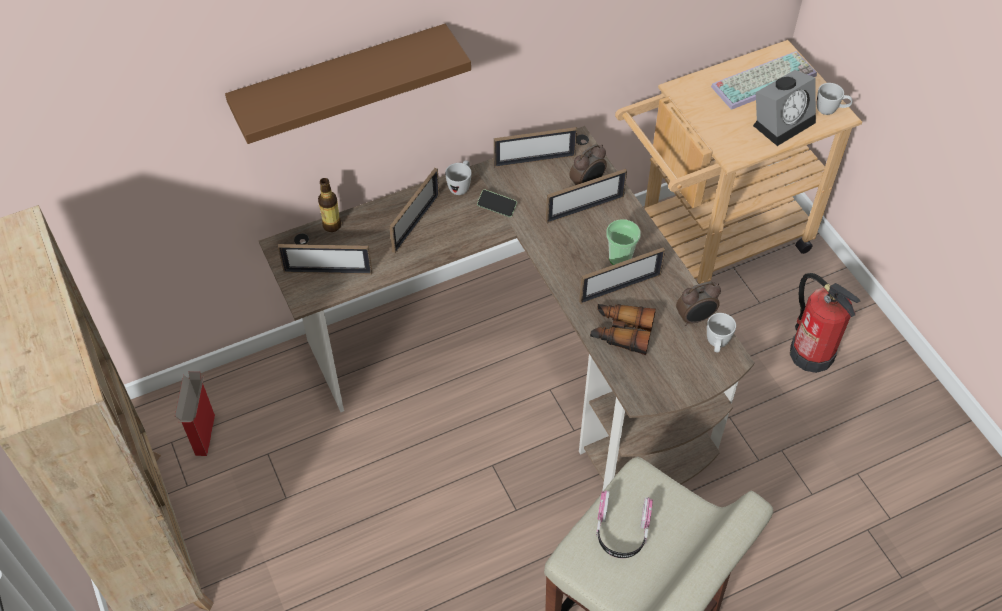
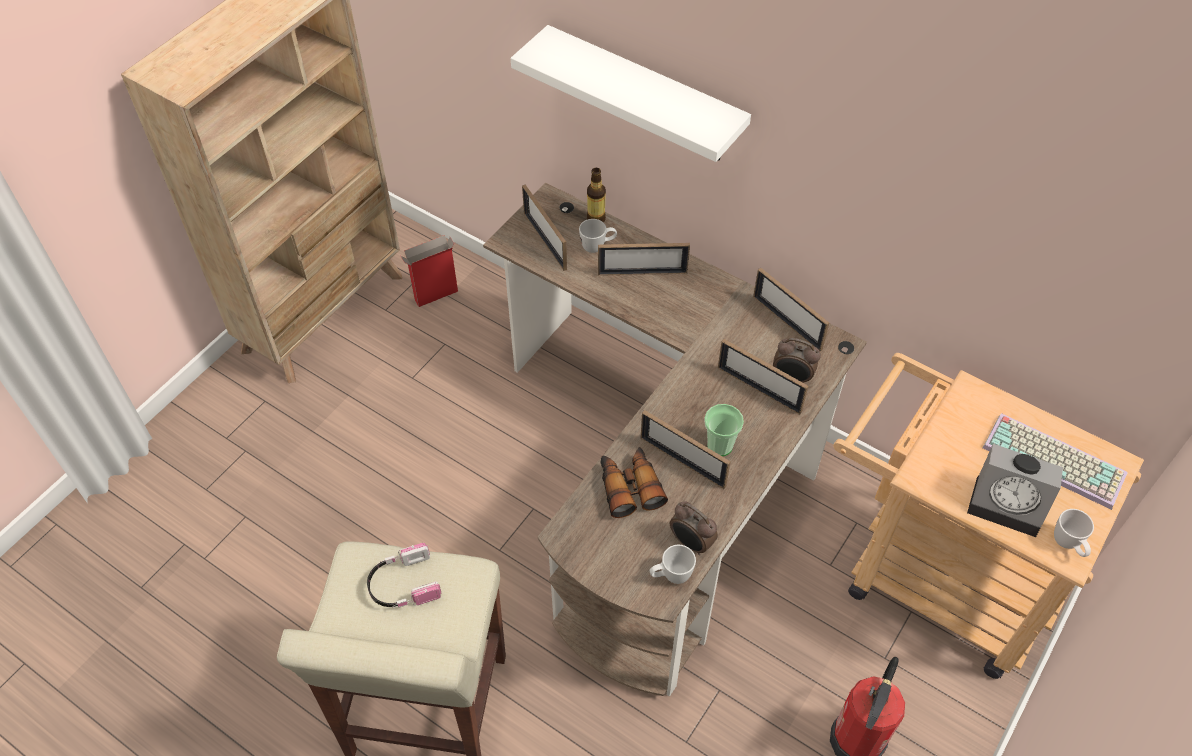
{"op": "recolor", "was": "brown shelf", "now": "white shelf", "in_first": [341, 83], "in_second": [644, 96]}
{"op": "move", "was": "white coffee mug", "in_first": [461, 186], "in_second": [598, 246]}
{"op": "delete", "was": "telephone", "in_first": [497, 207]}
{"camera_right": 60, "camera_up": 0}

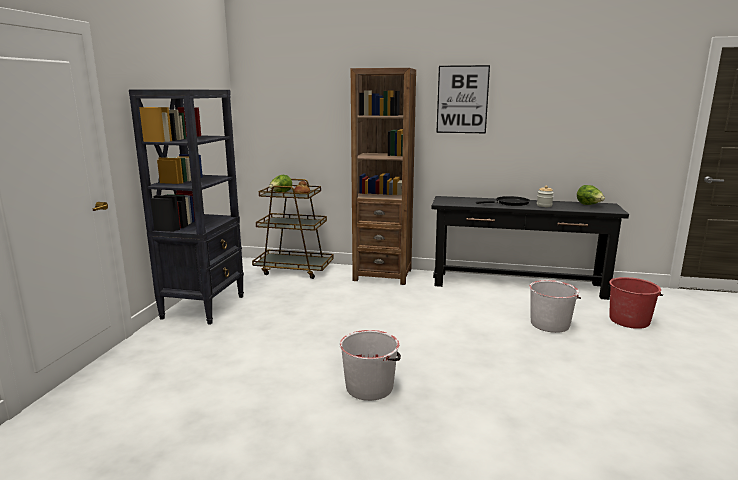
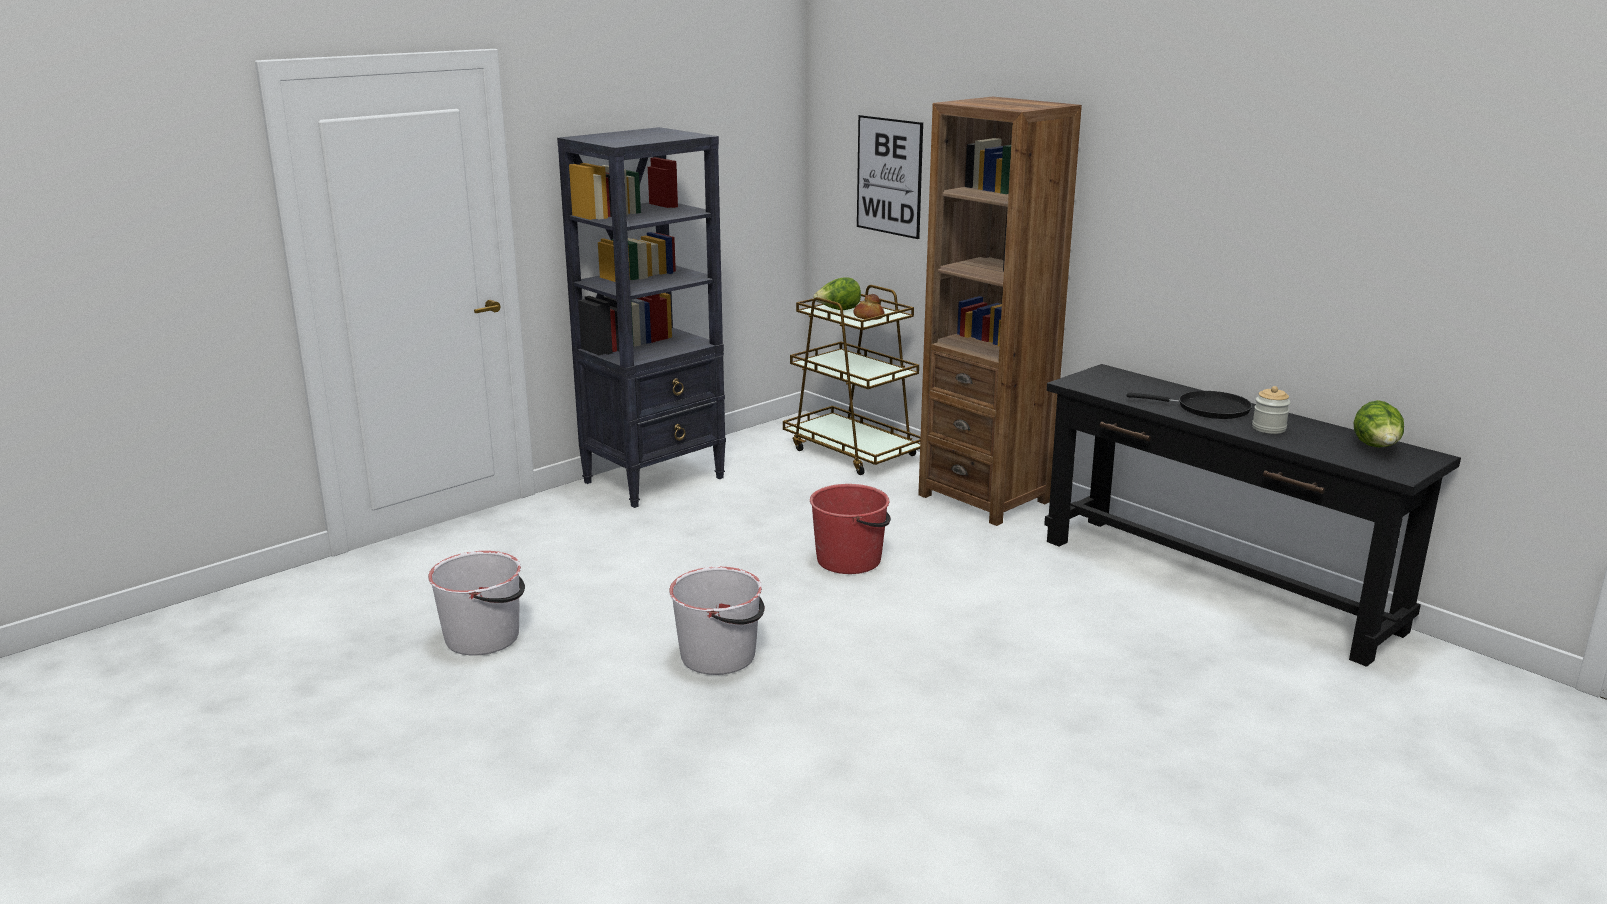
{"op": "move", "was": "white water bucket", "in_first": [550, 324], "in_second": [483, 637]}
{"op": "move", "was": "reddish water bucket", "in_first": [629, 320], "in_second": [850, 560]}
{"op": "move", "was": "wall art", "in_first": [462, 99], "in_second": [889, 176]}
{"camera_right": 35, "camera_up": 5}

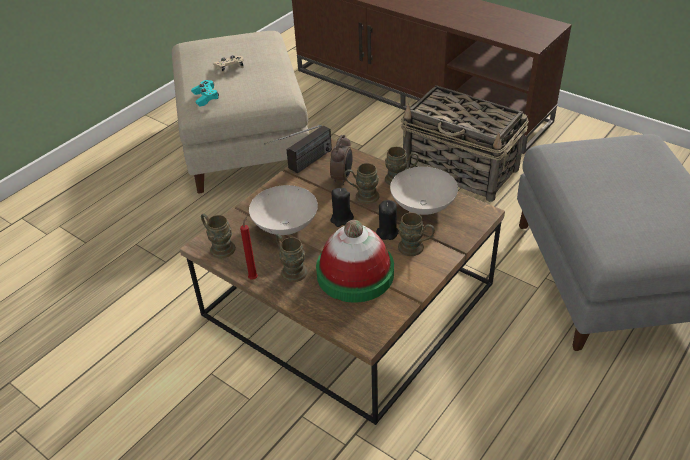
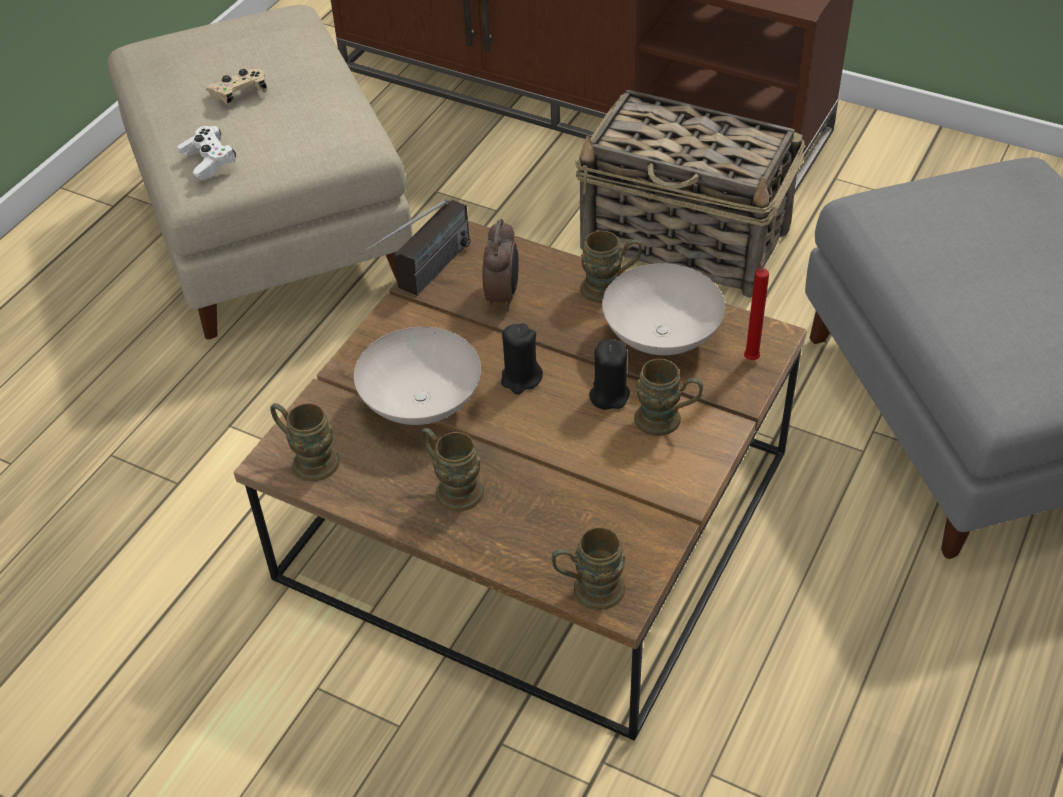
{"op": "recolor", "was": "blue-green joypad", "now": "white joypad", "in_first": [206, 98], "in_second": [209, 161]}
{"op": "move", "was": "brown coffee mug", "in_first": [362, 196], "in_second": [588, 590]}
{"op": "move", "was": "reddish wax light", "in_first": [254, 277], "in_second": [751, 357]}
{"op": "delete", "was": "clothing hat", "in_first": [355, 273]}
{"camera_right": -10, "camera_up": 5}

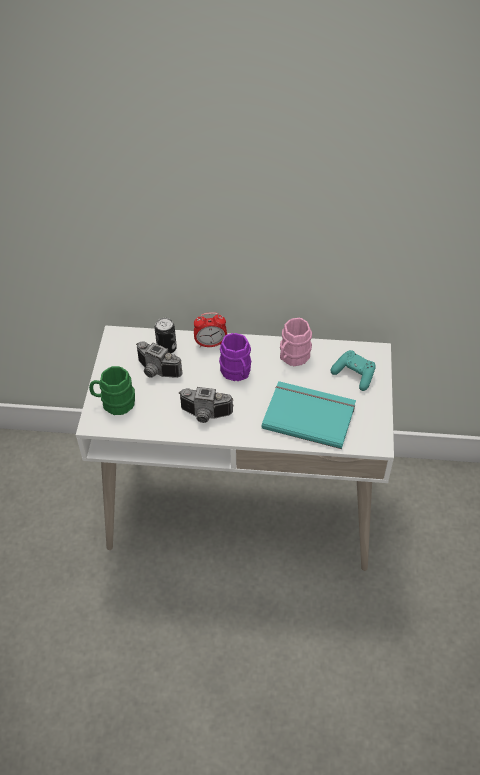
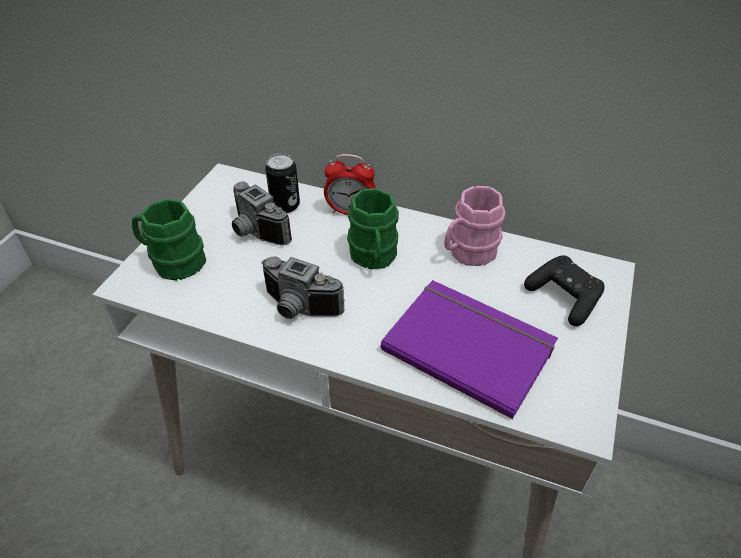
{"op": "recolor", "was": "purple coffee mug", "now": "greenish coffee mug", "in_first": [237, 373], "in_second": [373, 257]}
{"op": "recolor", "was": "blue-green bound book", "now": "purple bound book", "in_first": [309, 415], "in_second": [469, 345]}
{"op": "recolor", "was": "blue-green joypad", "now": "black-coloured joypad", "in_first": [354, 375], "in_second": [563, 298]}
{"camera_right": 15, "camera_up": -5}

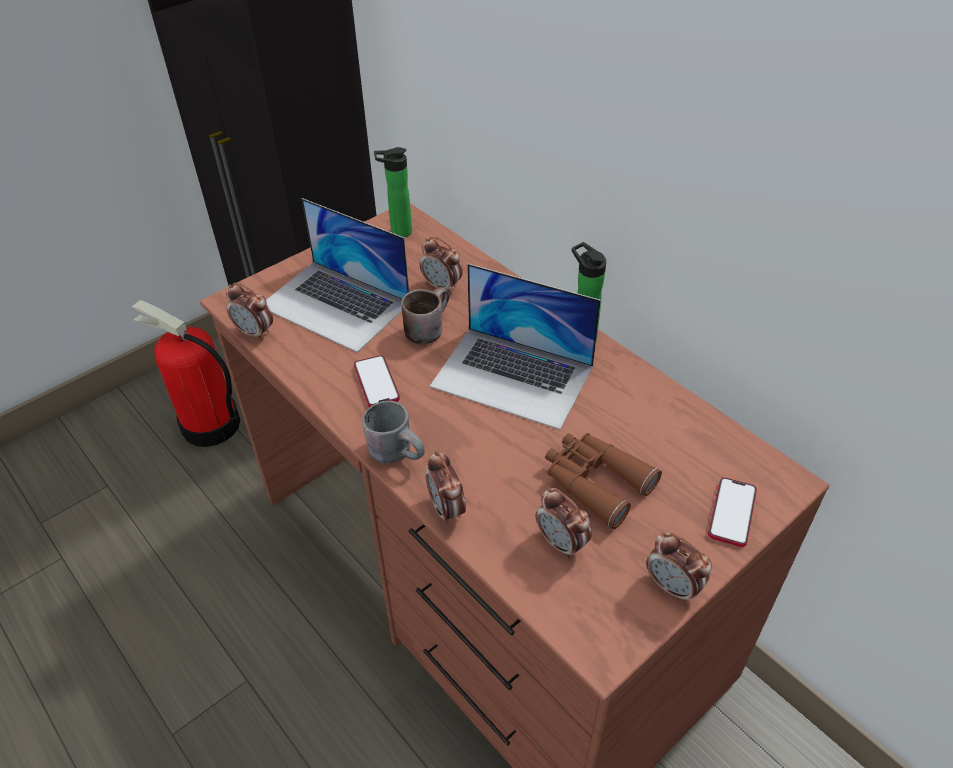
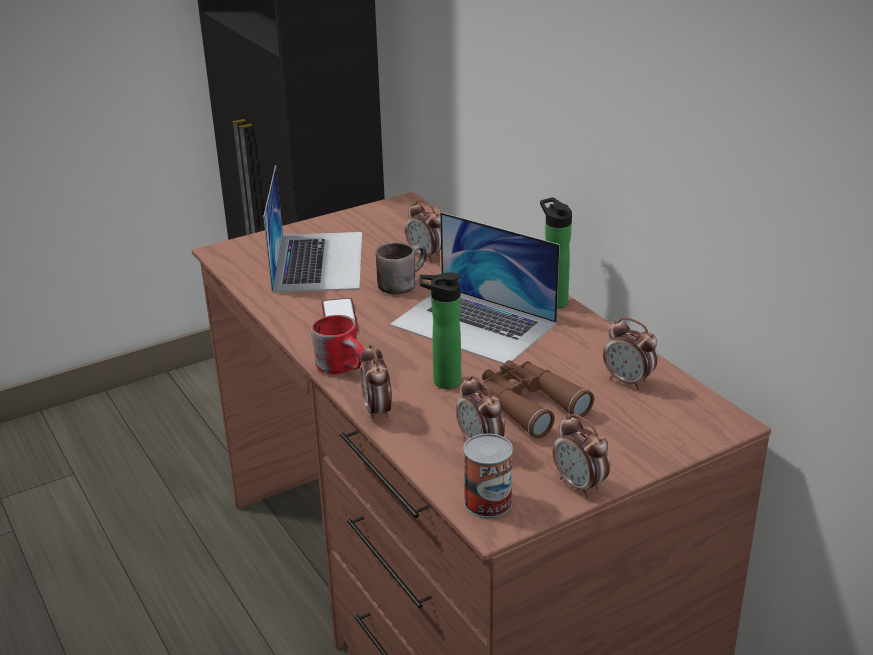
{"op": "rotate", "was": "laptop", "in_first": [335, 305], "in_second": [318, 261], "clockwise": -135}
{"op": "recolor", "was": "gray coffee mug", "now": "reddish coffee mug", "in_first": [399, 450], "in_second": [345, 367]}
{"op": "move", "was": "drink bottle", "in_first": [398, 232], "in_second": [442, 382]}
{"op": "insert", "now": "metal can", "in_second": [488, 502]}
{"op": "move", "was": "table clock", "in_first": [255, 333], "in_second": [628, 381]}
{"op": "delete", "was": "fire extinguisher", "in_first": [209, 425]}
{"op": "delete", "was": "telephone", "in_first": [732, 513]}
{"camera_right": 10, "camera_up": -15}

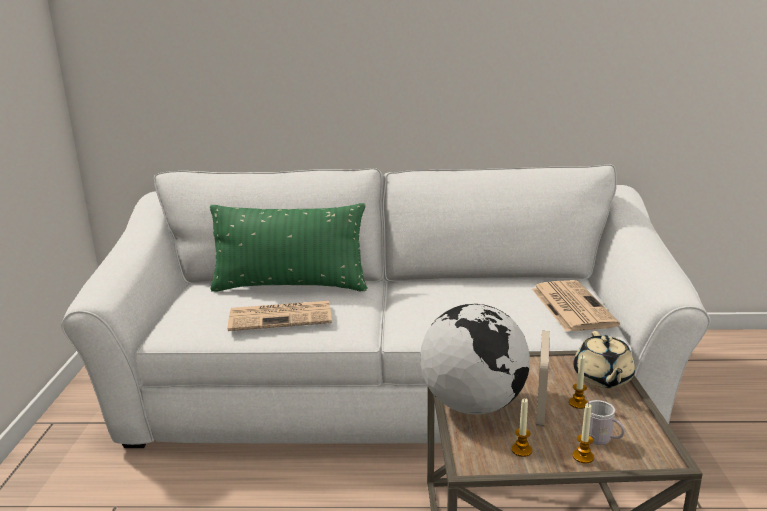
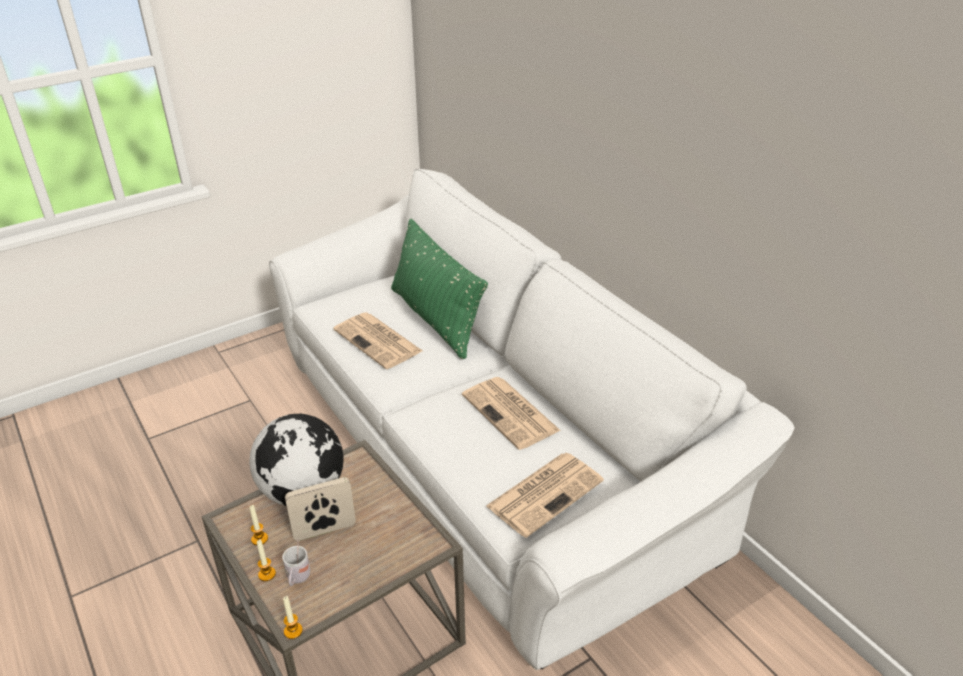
{"op": "move", "was": "wax light", "in_first": [578, 403], "in_second": [293, 631]}
{"op": "insert", "now": "printed paper", "in_second": [511, 413]}
{"op": "delete", "was": "beige-coloured tea pot", "in_first": [602, 378]}
{"camera_right": 55, "camera_up": 15}

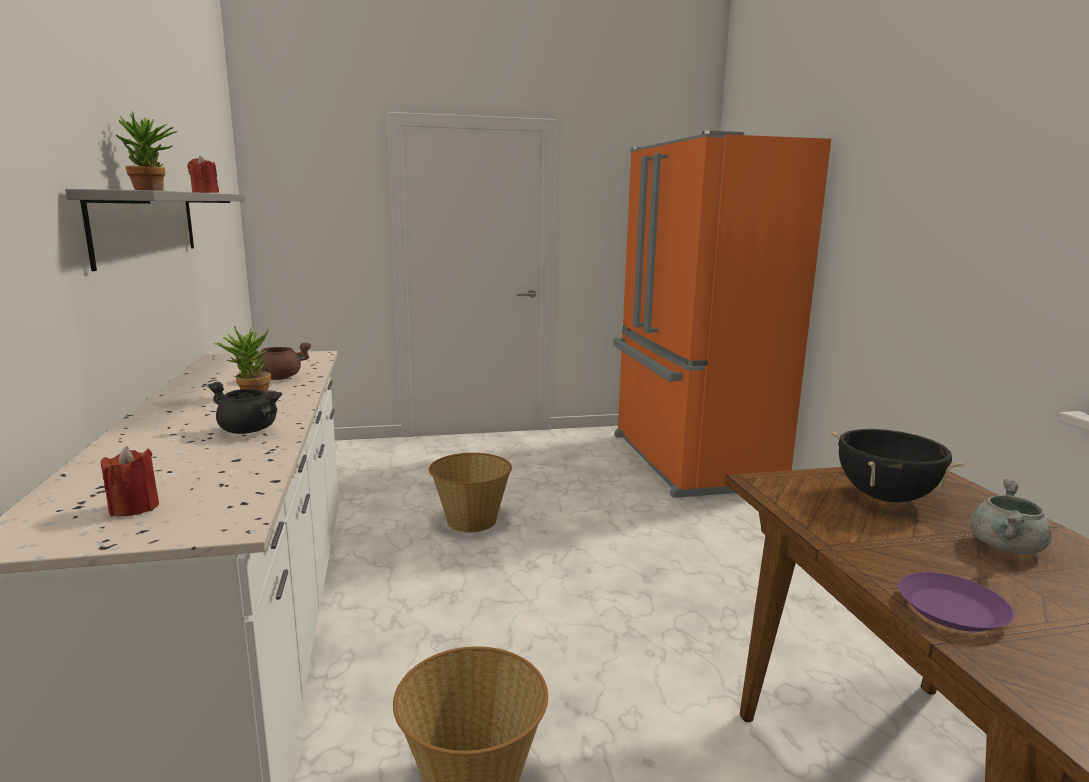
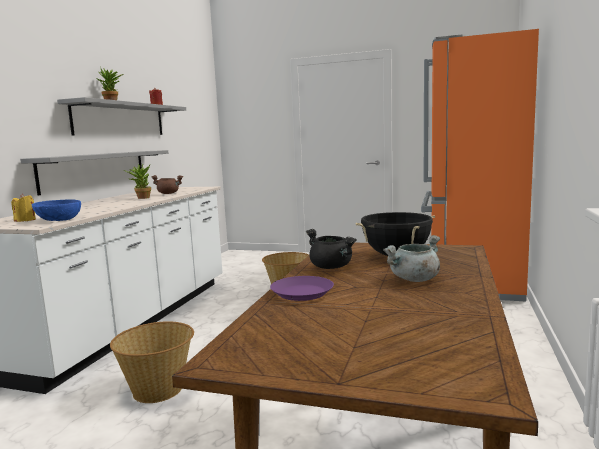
{"op": "recolor", "was": "reddish wax light", "now": "yellow wax light", "in_first": [134, 508], "in_second": [25, 220]}
{"op": "insert", "now": "gray shelf", "in_second": [95, 170]}
{"op": "insert", "now": "blue-coloured deep dish", "in_second": [59, 219]}
{"op": "move", "was": "black-coloured cooking pot", "in_first": [250, 431], "in_second": [332, 267]}
{"camera_right": 30, "camera_up": -5}

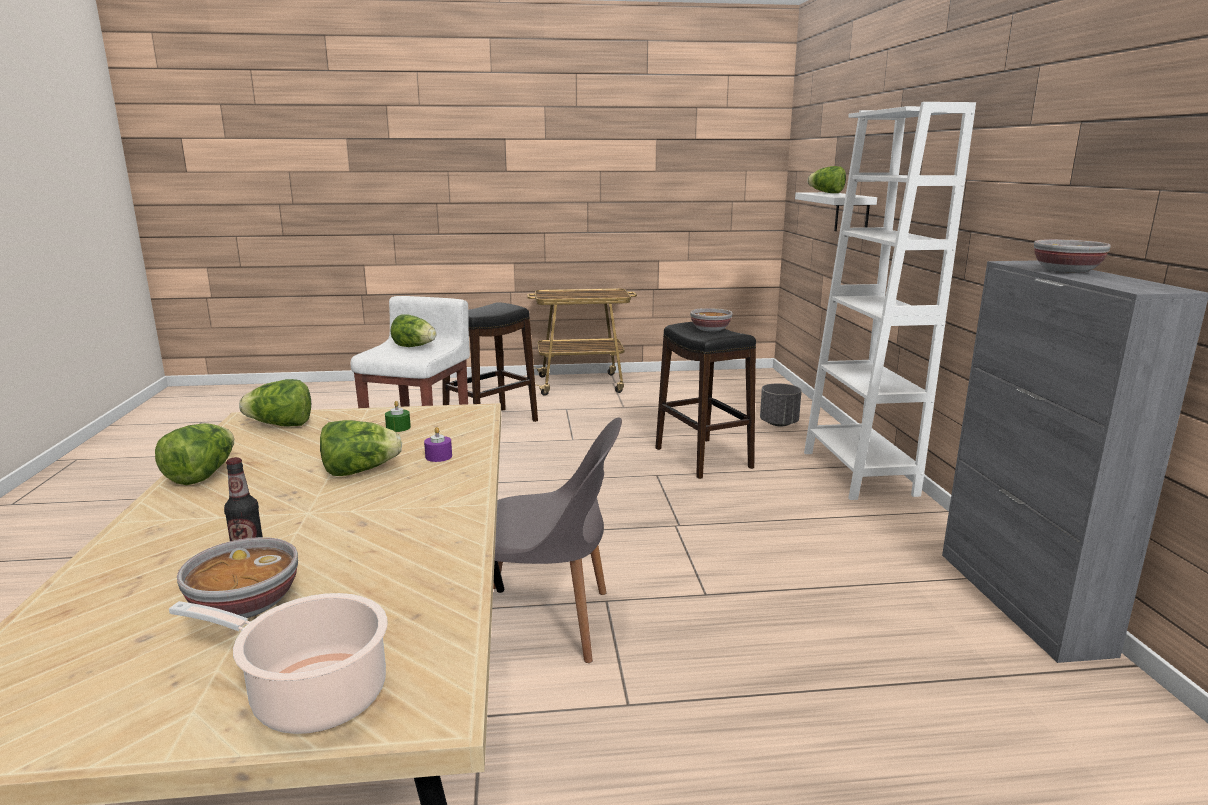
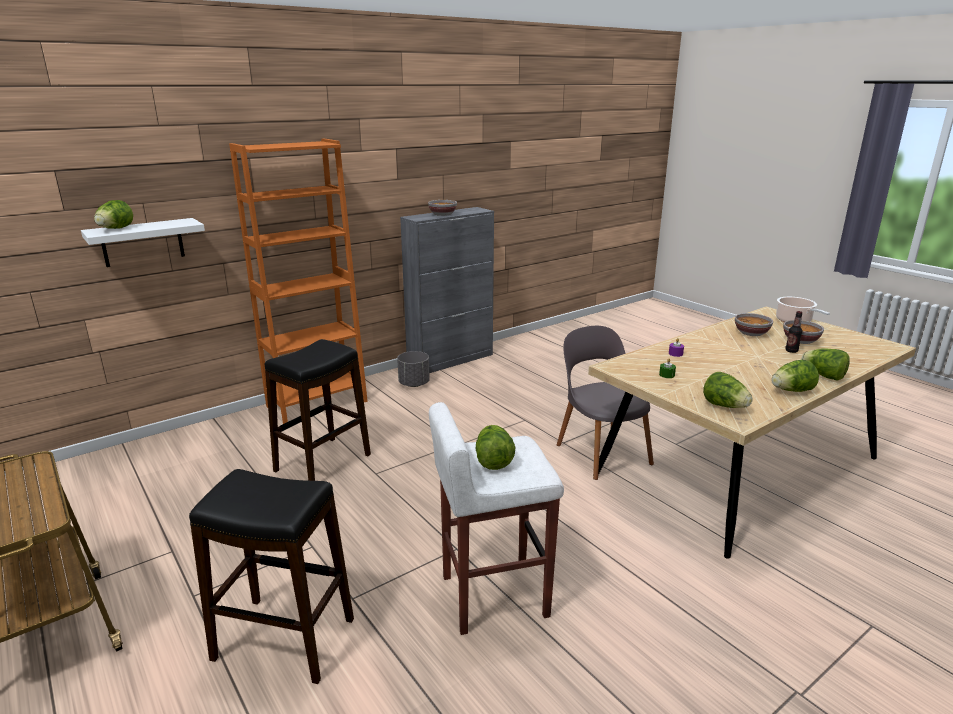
{"op": "recolor", "was": "white shelving unit", "now": "orange-coloured shelving unit", "in_first": [858, 473], "in_second": [317, 404]}
{"op": "move", "was": "gray plant pot", "in_first": [778, 423], "in_second": [414, 384]}
{"op": "move", "was": "deep dish", "in_first": [711, 329], "in_second": [751, 333]}
{"op": "move", "was": "head of lettuce", "in_first": [360, 471], "in_second": [823, 376]}
{"camera_right": -120, "camera_up": 5}

